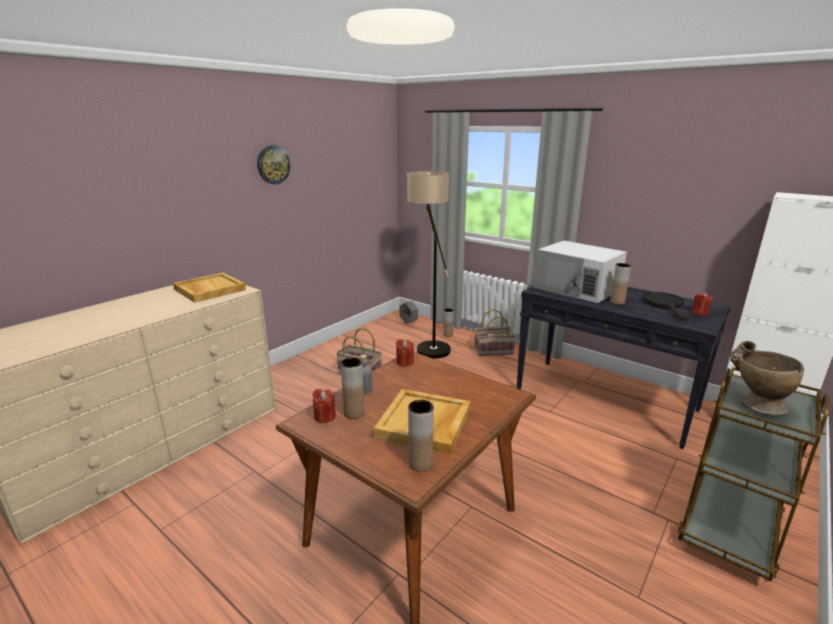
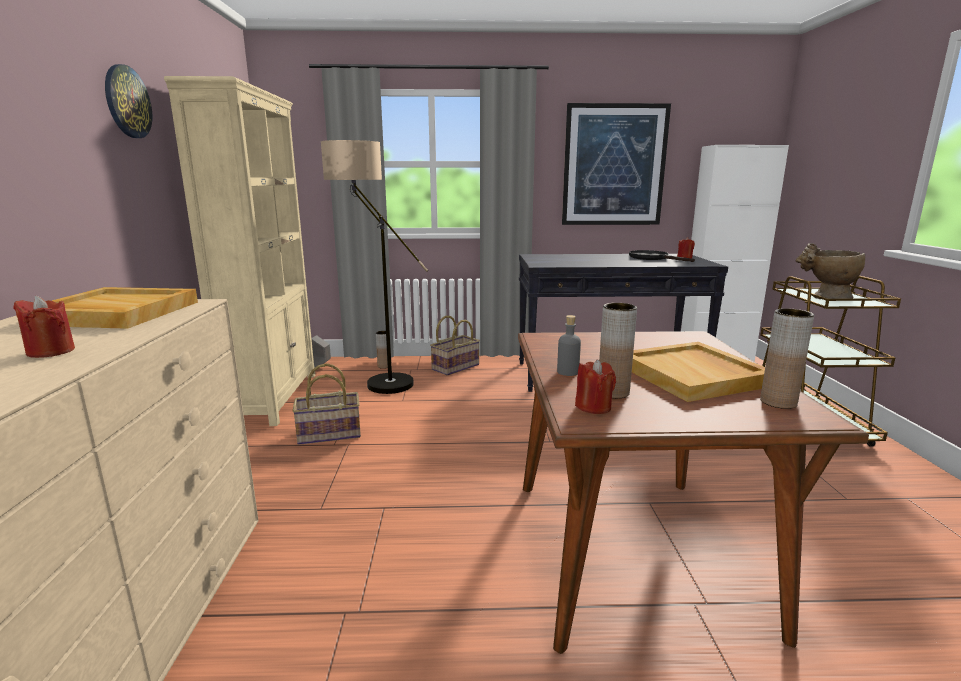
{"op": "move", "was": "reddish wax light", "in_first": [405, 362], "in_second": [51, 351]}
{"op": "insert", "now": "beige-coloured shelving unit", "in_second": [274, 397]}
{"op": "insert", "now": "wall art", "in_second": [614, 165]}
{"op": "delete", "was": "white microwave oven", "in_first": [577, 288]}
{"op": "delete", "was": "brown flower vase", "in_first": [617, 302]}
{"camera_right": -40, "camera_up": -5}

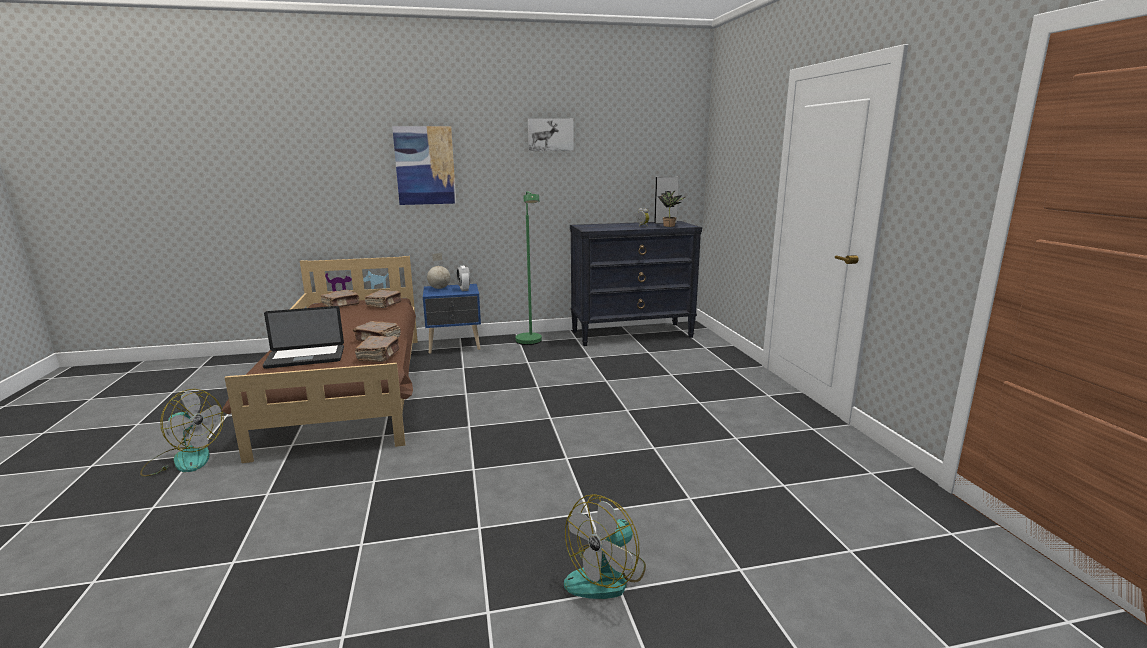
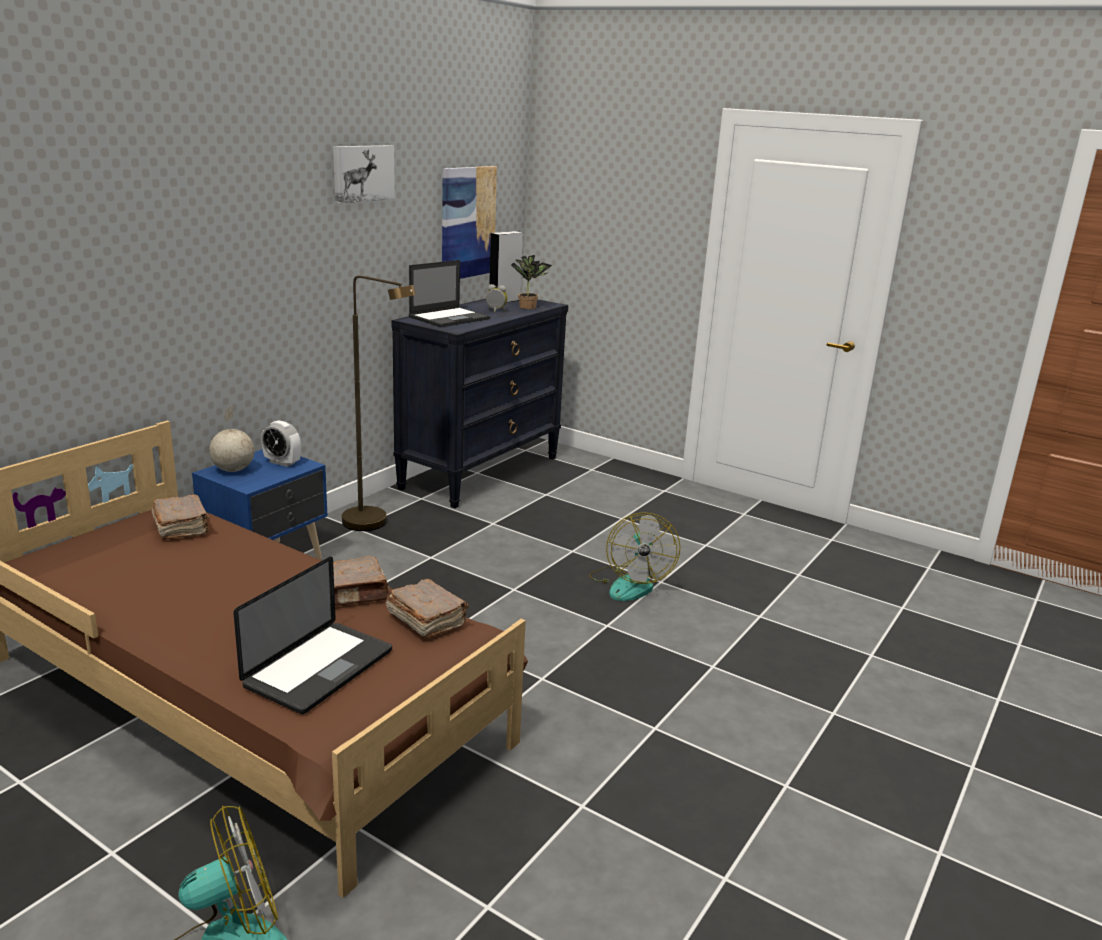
{"op": "recolor", "was": "greenish standing lamp", "now": "brown standing lamp", "in_first": [530, 343], "in_second": [374, 524]}
{"op": "insert", "now": "laptop", "in_second": [450, 318]}
{"op": "move", "was": "wall art", "in_first": [425, 165], "in_second": [467, 222]}
{"op": "move", "was": "cooling fan", "in_first": [607, 576], "in_second": [629, 583]}
{"op": "delete", "was": "brown bound book", "in_first": [341, 305]}
{"camera_right": -45, "camera_up": 5}

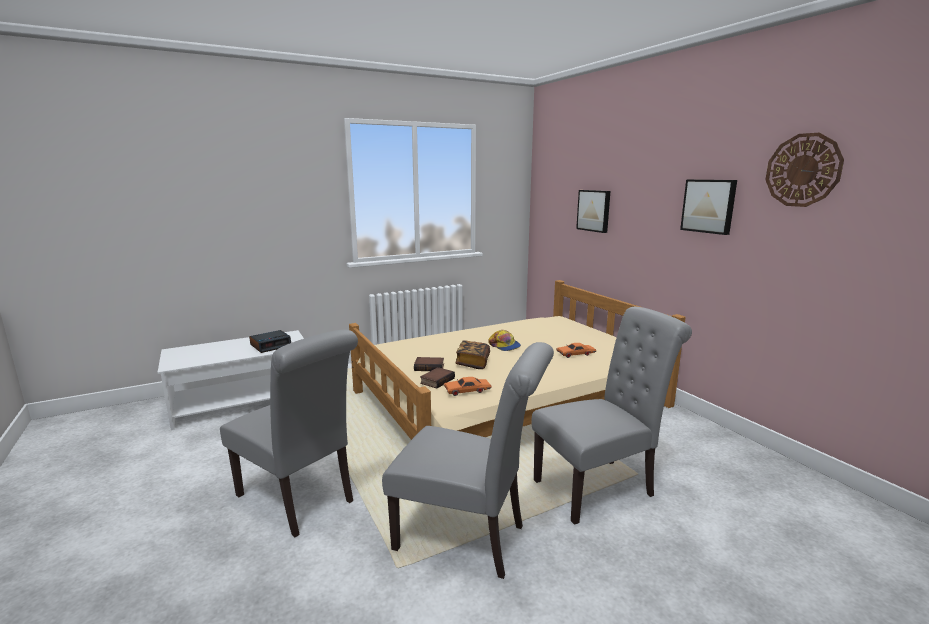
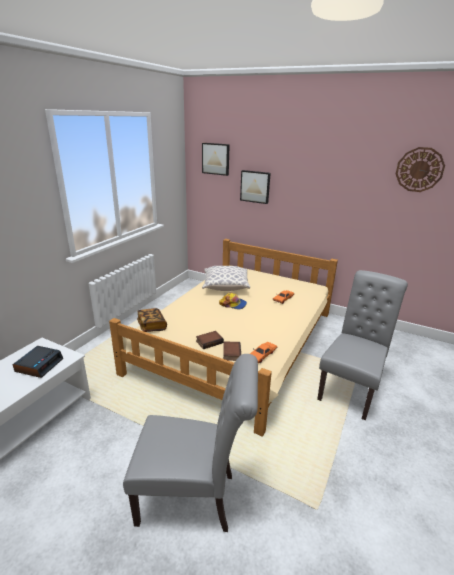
{"op": "move", "was": "bound book", "in_first": [473, 363], "in_second": [152, 326]}
{"op": "move", "was": "wall art", "in_first": [709, 206], "in_second": [216, 159]}
{"op": "insert", "now": "throw pillow", "in_second": [225, 287]}
{"op": "delete", "was": "gray plain chair", "in_first": [468, 538]}
{"camera_right": -35, "camera_up": 10}

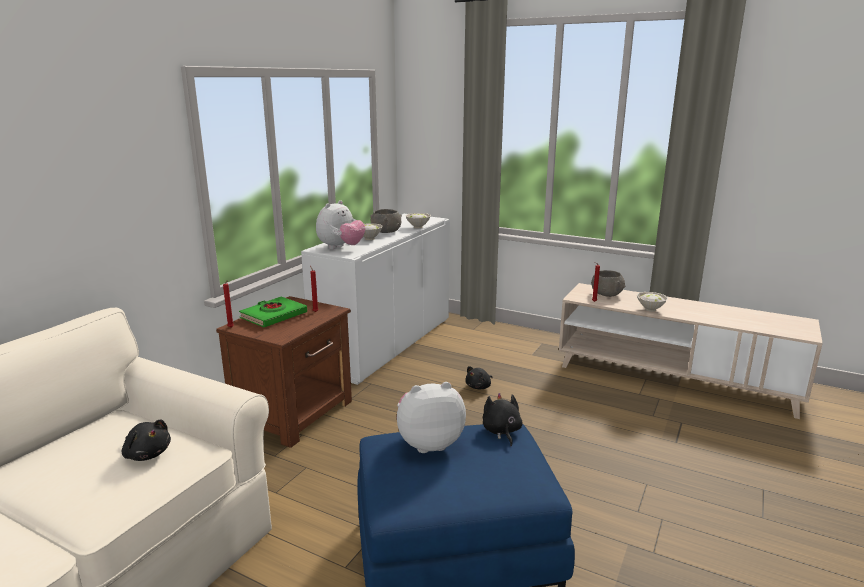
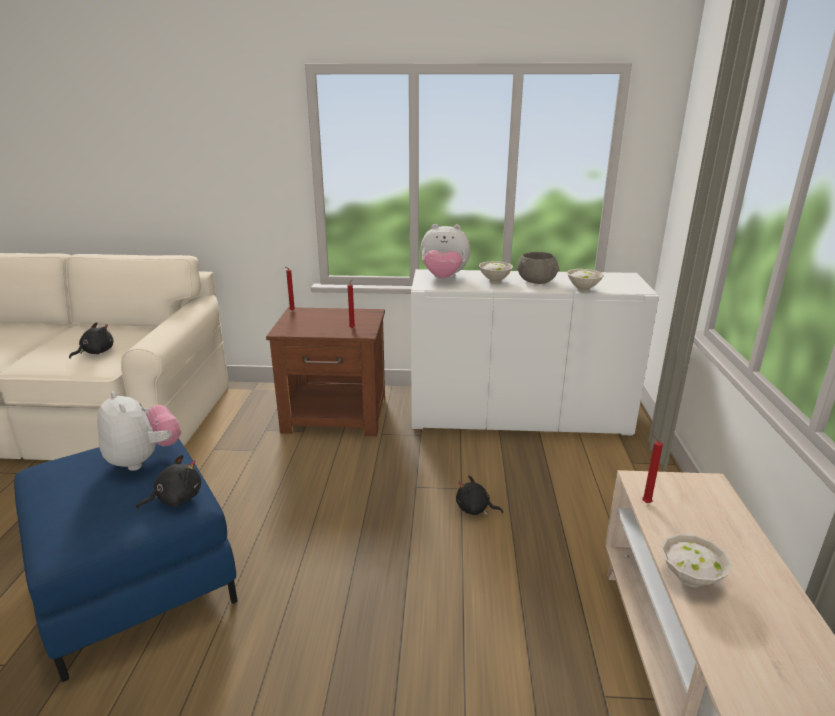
{"op": "rotate", "was": "black-coloured cuddly toy", "in_first": [147, 454], "in_second": [96, 352], "clockwise": -150}
{"op": "delete", "was": "greenish bound book", "in_first": [273, 316]}
{"op": "delete", "was": "gray deep dish", "in_first": [606, 294]}
{"camera_right": 65, "camera_up": 5}

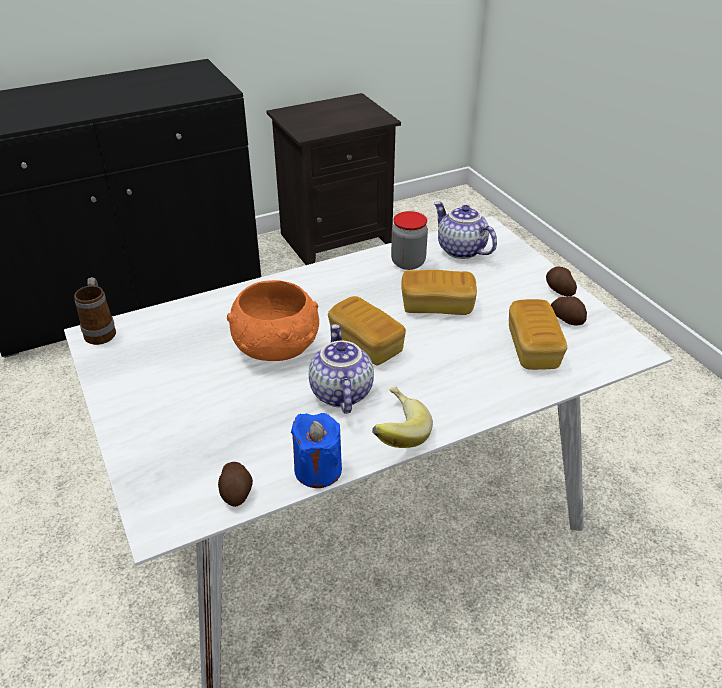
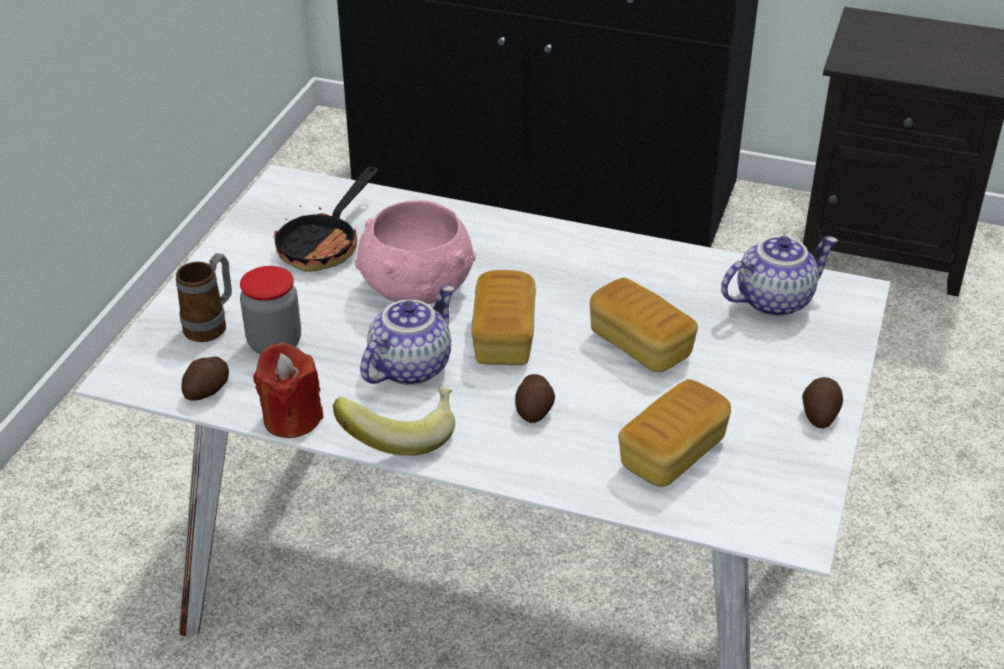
{"op": "move", "was": "coffee mug", "in_first": [101, 331], "in_second": [212, 325]}
{"op": "move", "was": "storage jar", "in_first": [408, 262], "in_second": [274, 343]}
{"op": "recolor", "was": "blue-coloured wax light", "now": "reddish wax light", "in_first": [318, 470], "in_second": [292, 418]}
{"op": "insert", "now": "frying pan", "in_second": [325, 244]}
{"op": "recolor", "was": "orange-coloured deep dish", "now": "pink deep dish", "in_first": [277, 348], "in_second": [416, 289]}
{"op": "move", "was": "whole potato", "in_first": [567, 319], "in_second": [534, 409]}
{"op": "rotate", "was": "tea pot", "in_first": [460, 250], "in_second": [773, 299], "clockwise": 60}
{"camera_right": 45, "camera_up": 0}

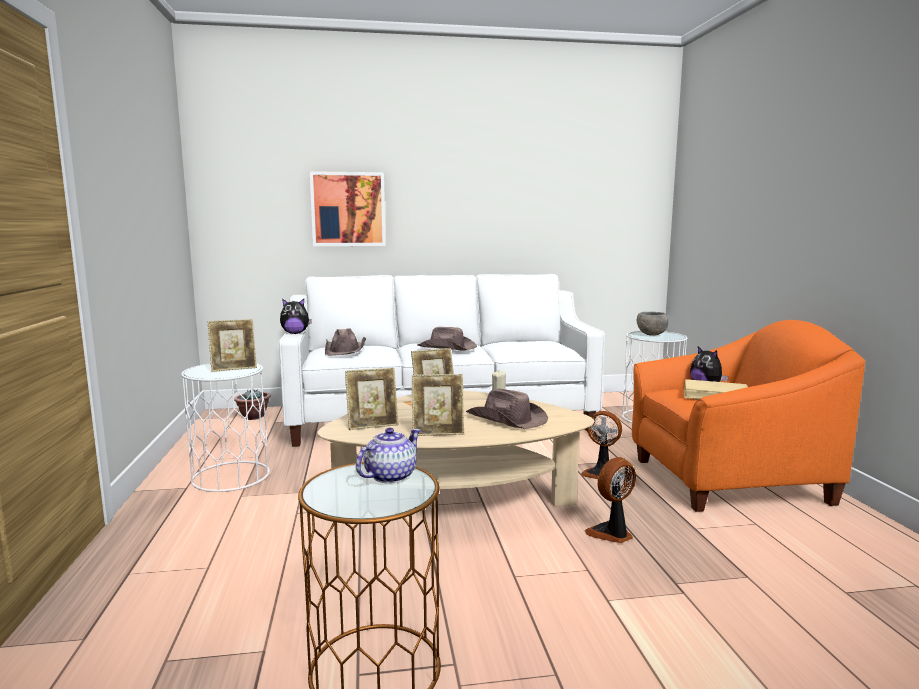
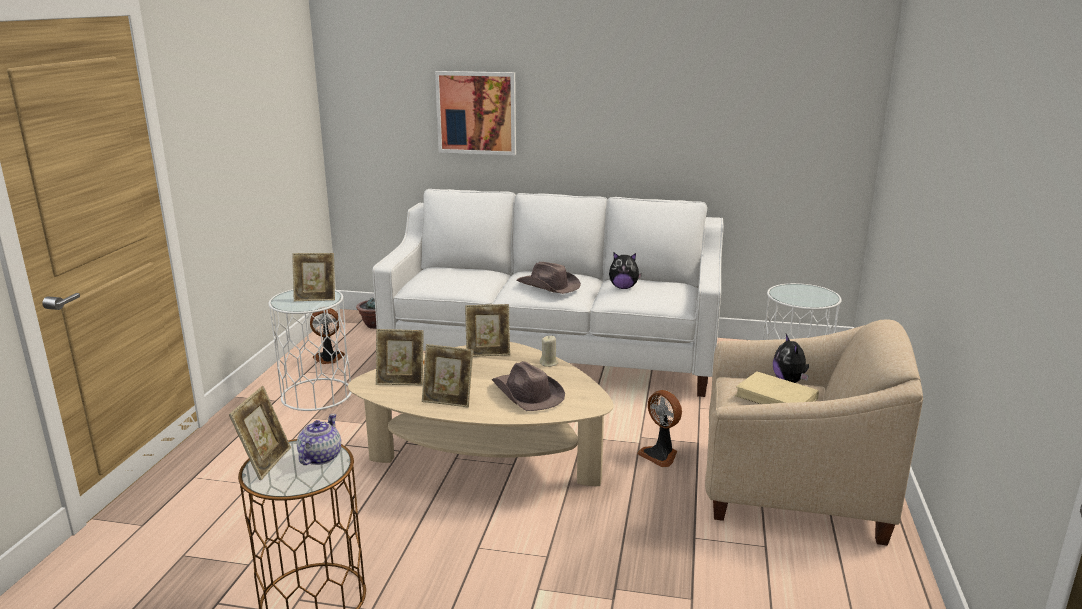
{"op": "insert", "now": "photo frame", "in_second": [265, 462]}
{"op": "rotate", "was": "tea pot", "in_first": [389, 476], "in_second": [319, 457], "clockwise": -45}
{"op": "move", "was": "cooling fan", "in_first": [612, 534], "in_second": [328, 359]}
{"op": "move", "was": "cuddly toy", "in_first": [295, 333], "in_second": [623, 287]}
{"op": "recolor", "was": "orange-coloured lounge chair", "now": "beige-coloured lounge chair", "in_first": [727, 481], "in_second": [792, 490]}
{"op": "delete", "was": "brown clothing hat", "in_first": [345, 350]}
{"op": "delete", "was": "gray deep dish", "in_first": [651, 334]}
{"camera_right": 20, "camera_up": 10}

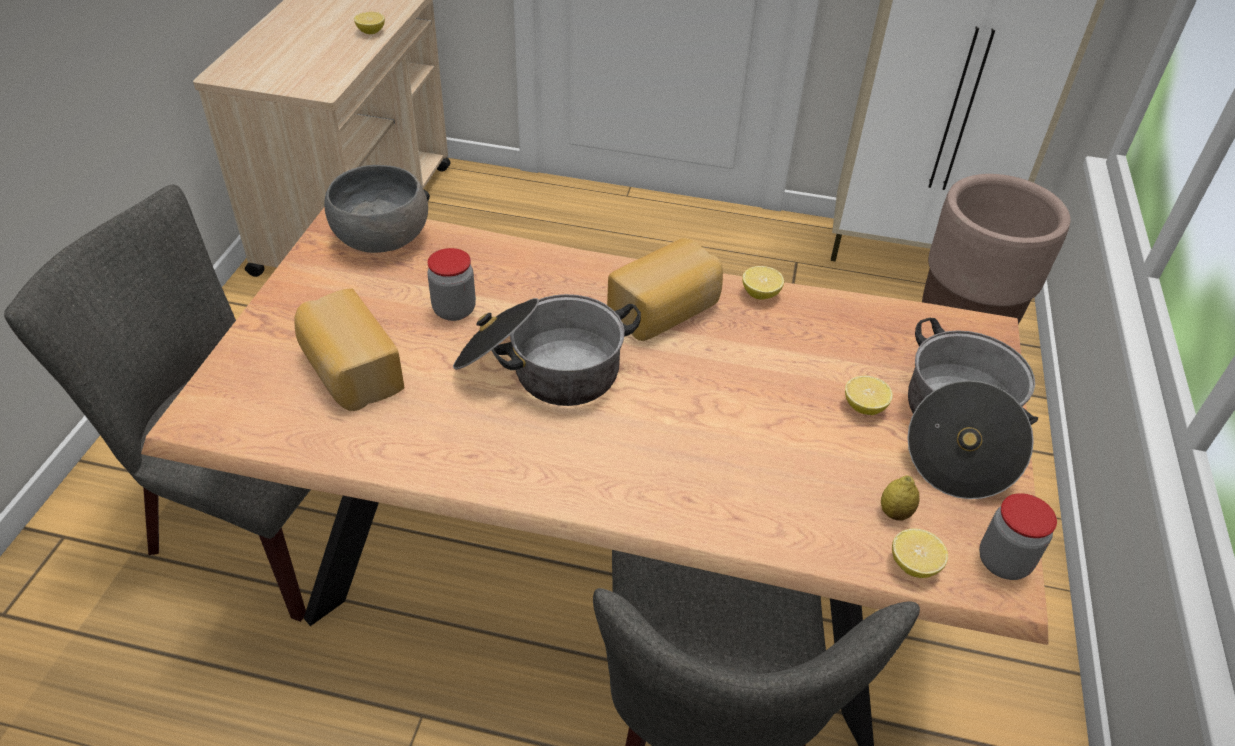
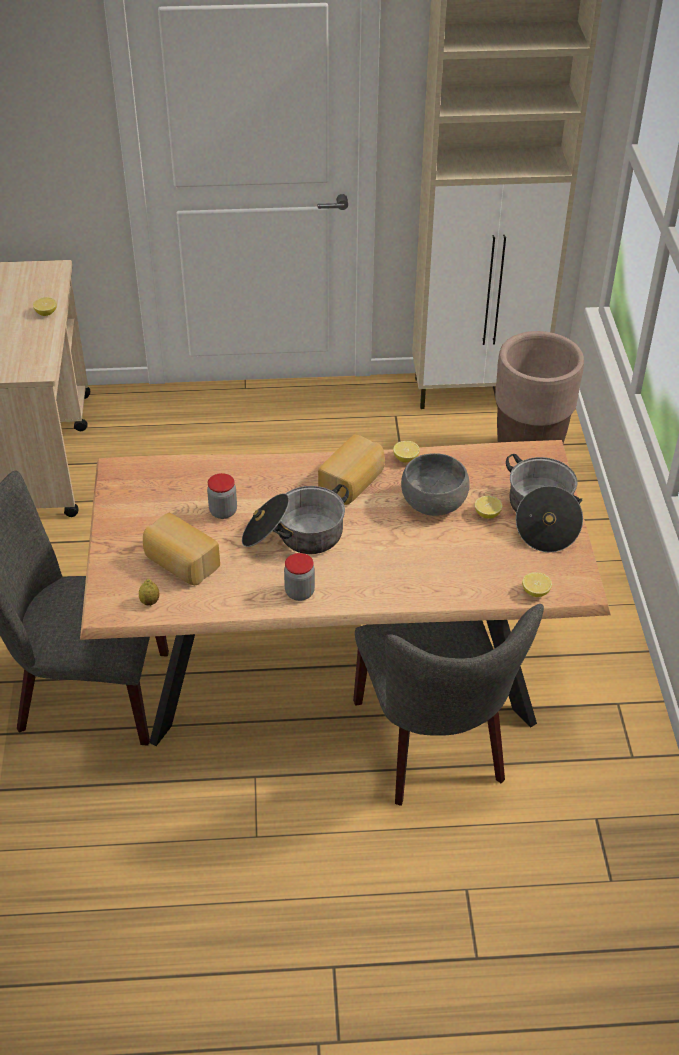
{"op": "move", "was": "citrus fruit", "in_first": [895, 513], "in_second": [150, 602]}
{"op": "move", "was": "storage jar", "in_first": [1003, 562], "in_second": [299, 592]}
{"op": "move", "was": "gray deep dish", "in_first": [382, 238], "in_second": [434, 503]}
{"camera_right": -15, "camera_up": 0}

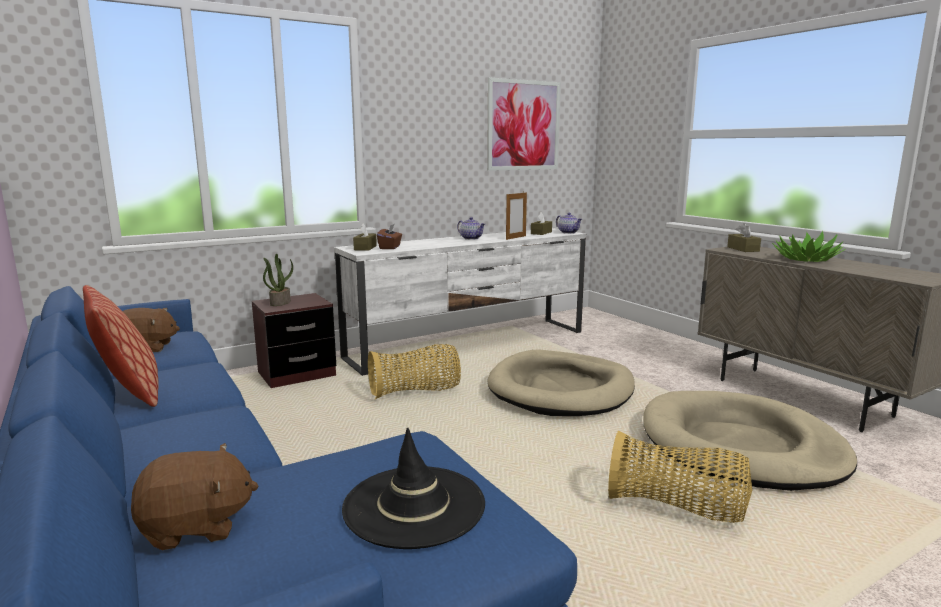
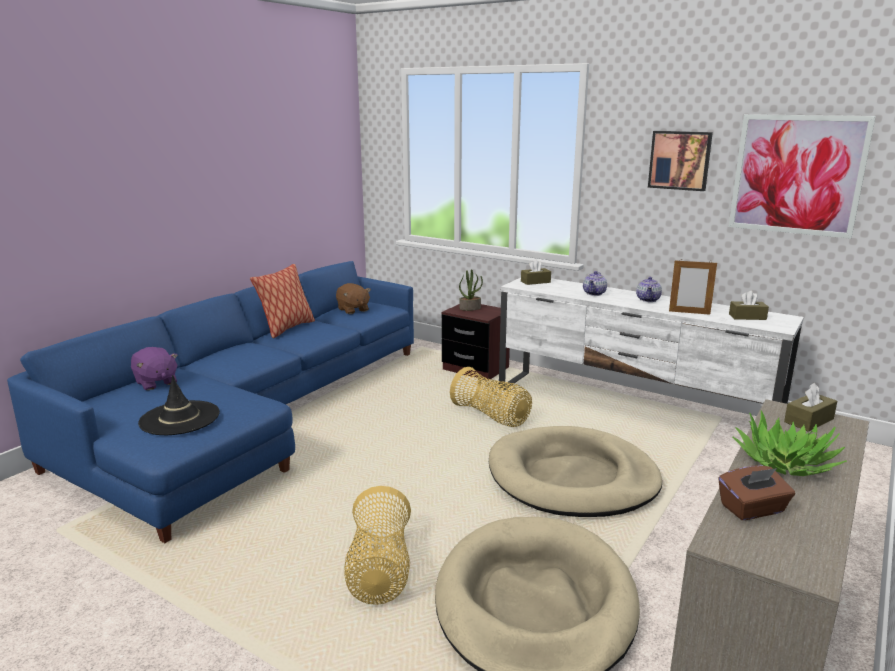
{"op": "recolor", "was": "brown cuddly toy", "now": "purple cuddly toy", "in_first": [196, 527], "in_second": [156, 383]}
{"op": "move", "was": "tea pot", "in_first": [568, 232], "in_second": [594, 293]}
{"op": "insert", "now": "wall art", "in_second": [680, 160]}
{"op": "move", "was": "brown tissue holder", "in_first": [390, 247], "in_second": [752, 509]}
{"camera_right": 65, "camera_up": 5}

